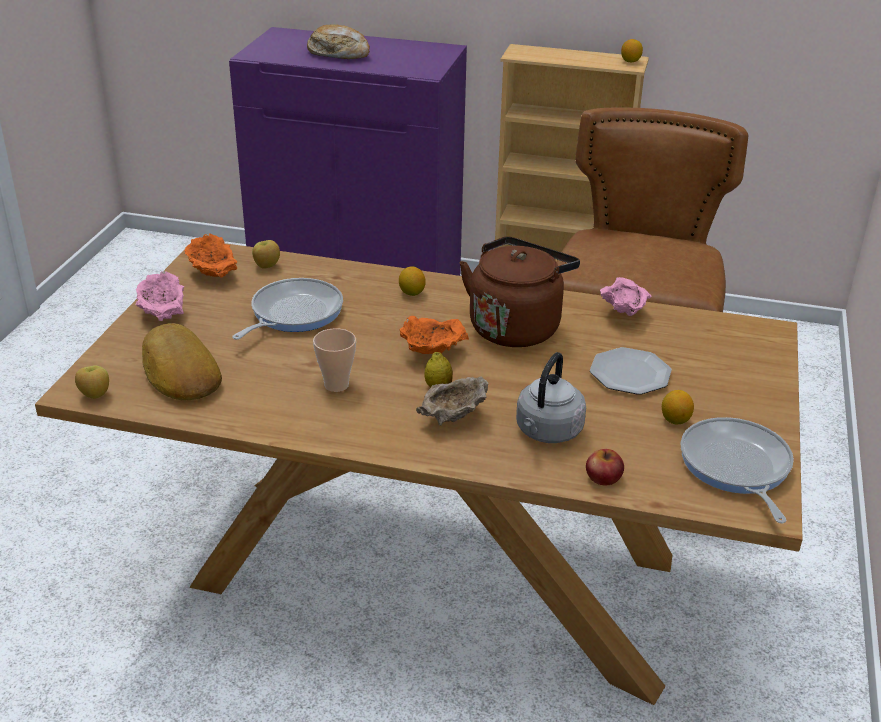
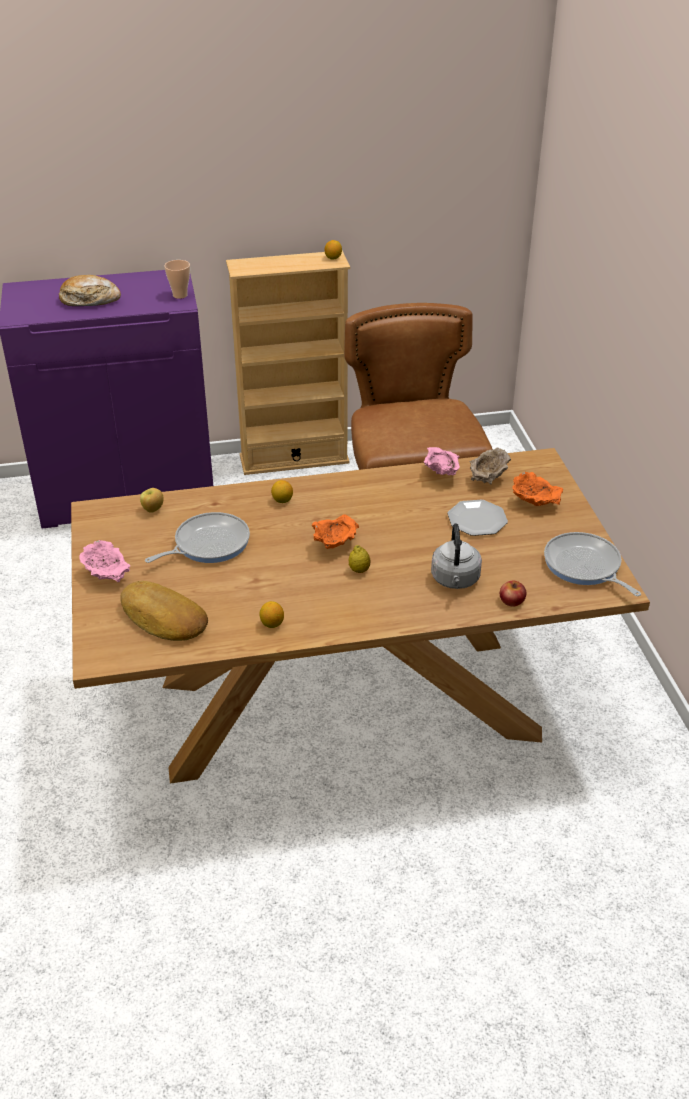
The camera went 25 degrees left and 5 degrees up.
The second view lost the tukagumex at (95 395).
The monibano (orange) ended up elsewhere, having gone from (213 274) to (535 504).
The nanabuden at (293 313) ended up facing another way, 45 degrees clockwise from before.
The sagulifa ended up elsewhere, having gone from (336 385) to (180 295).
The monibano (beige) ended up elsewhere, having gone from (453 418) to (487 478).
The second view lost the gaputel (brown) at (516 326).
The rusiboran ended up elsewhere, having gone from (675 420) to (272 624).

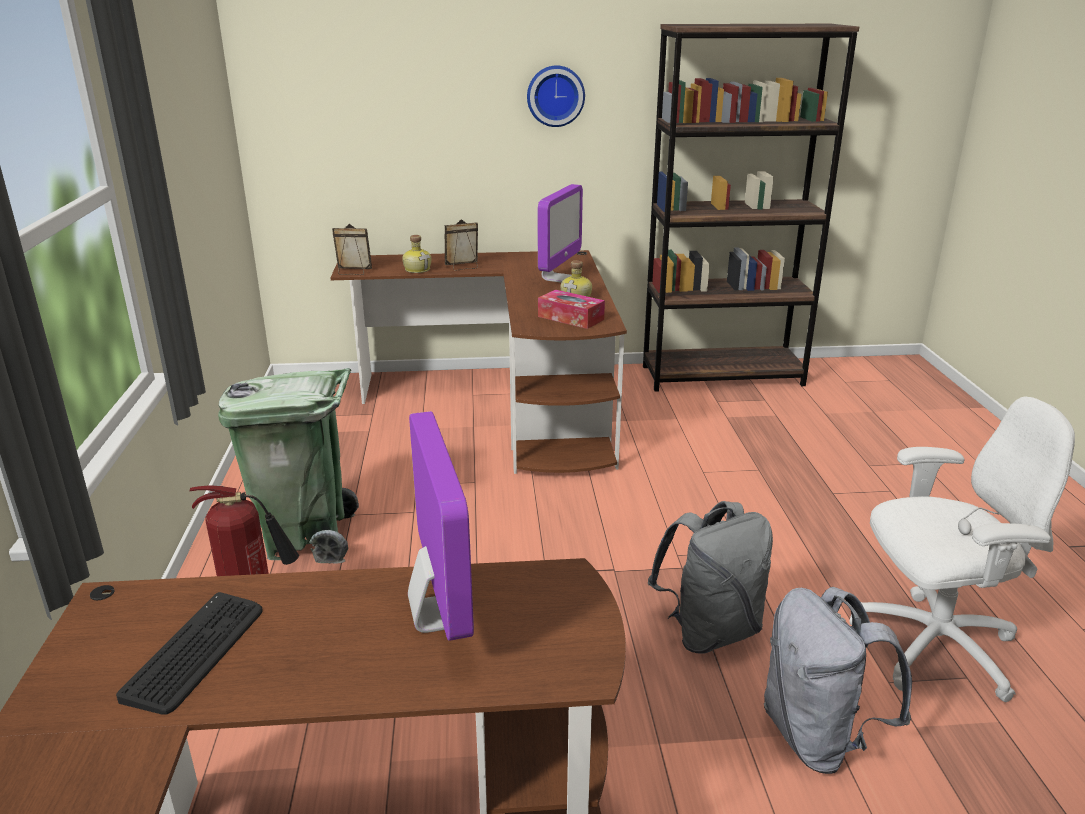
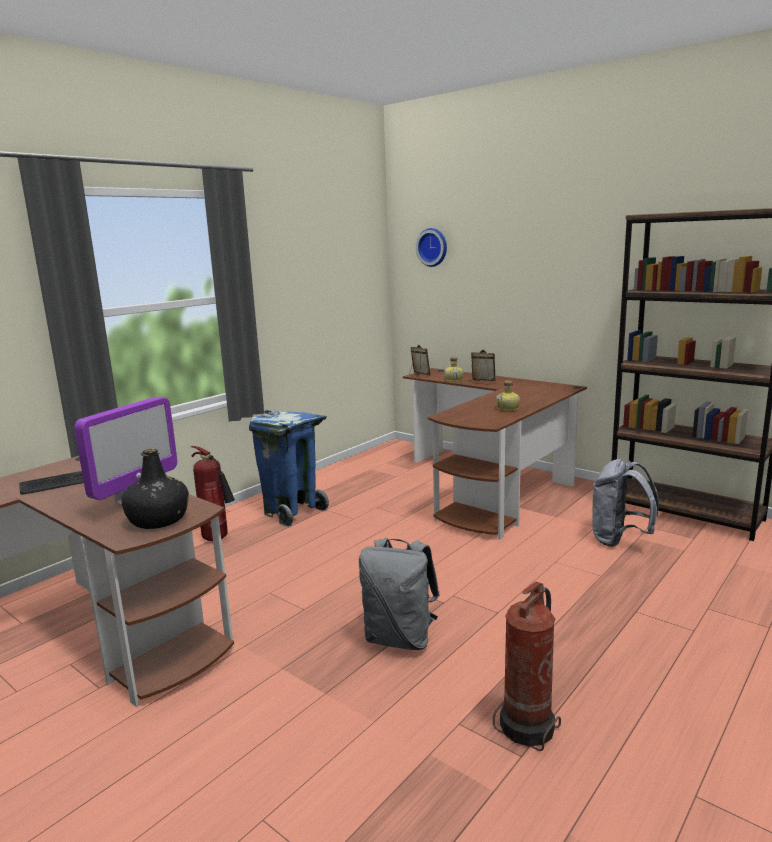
The camera went 45 degrees right and 10 degrees down.
What was the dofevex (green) at (307 538) turned into the dofevex (blue) at (292 512).
The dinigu ended up elsewhere, having gone from (555 96) to (433 247).
The second view lost the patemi at (557 278).
The second view lost the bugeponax at (571 318).
The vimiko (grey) ended up elsewhere, having gone from (818 738) to (619 540).
Where the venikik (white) stood at (932 647), the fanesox came to stand at (529 726).
The second view gained the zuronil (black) at (159 520).

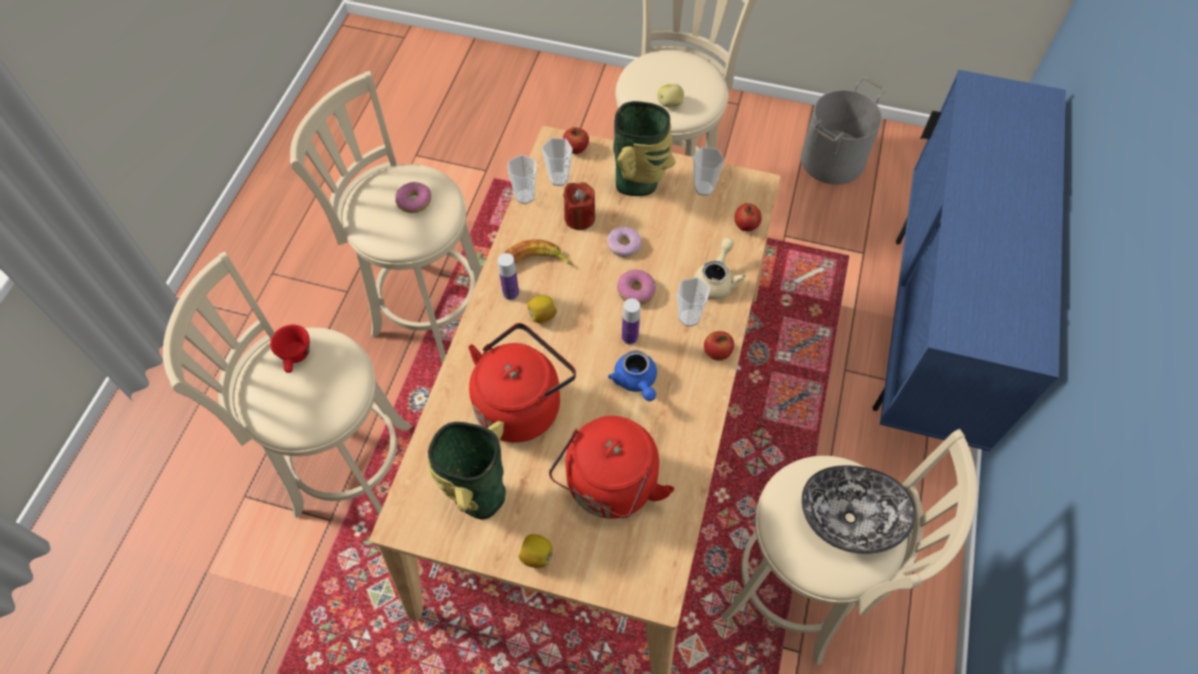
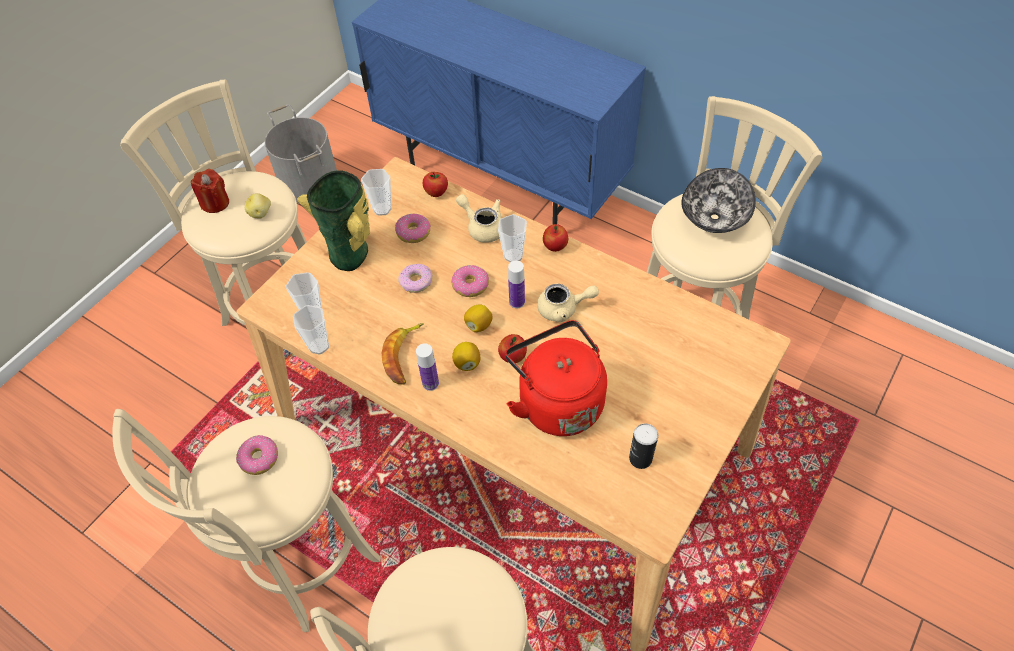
The camera went 70 degrees left and 5 degrees down.
The second view lost the sagulifa (red) at (296 357).
Where the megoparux stood at (476 494), the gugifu came to stand at (640 458).
The rusiboran ended up elsewhere, having gone from (536 555) to (478 325).
The second view lost the gaputel (red) at (609 488).
The tukagumex ended up elsewhere, having gone from (576 149) to (512 357).
The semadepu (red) ended up elsewhere, having gone from (579 218) to (215 203).
What was the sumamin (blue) at (636 381) turned into the sumamin (beige) at (563 309).
The second view gained the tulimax at (413 232).

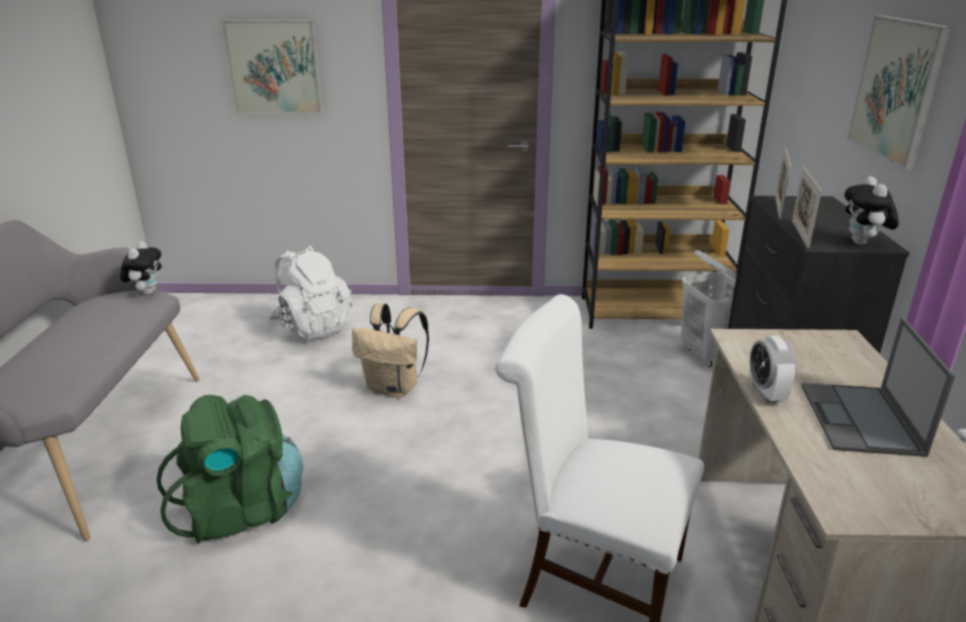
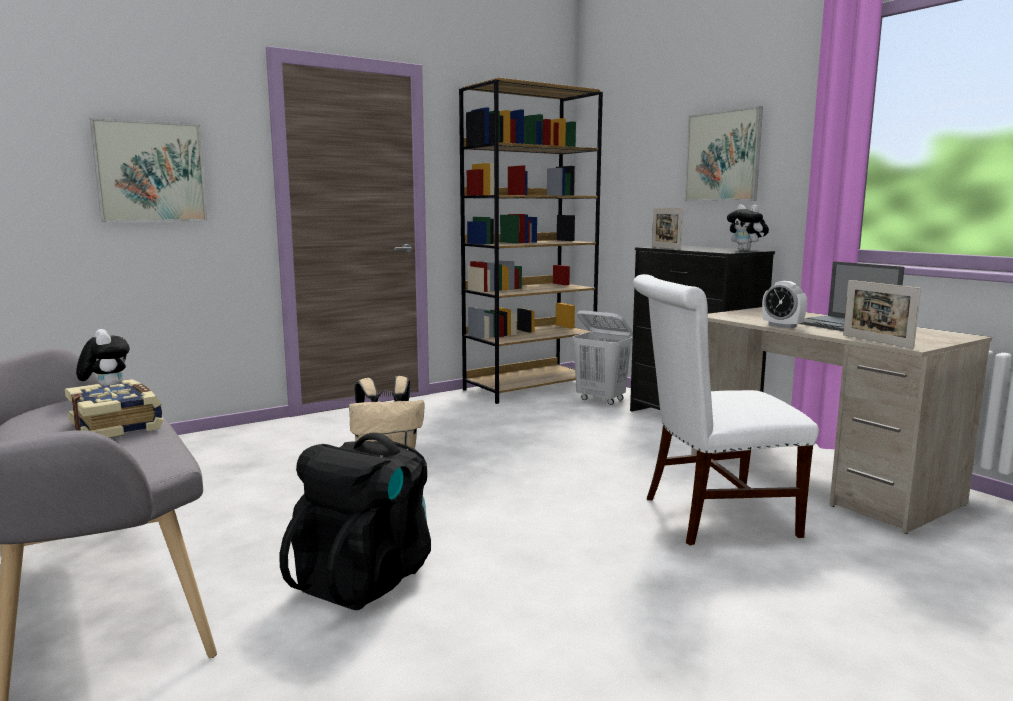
The camera went 35 degrees left and 15 degrees down.
What was the vimiko (green) at (242 510) turned into the vimiko (black) at (366 577).
The second view lost the vimiko (white) at (312 327).
The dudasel ended up elsewhere, having gone from (800 234) to (876 341).
The second view gained the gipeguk at (118 425).

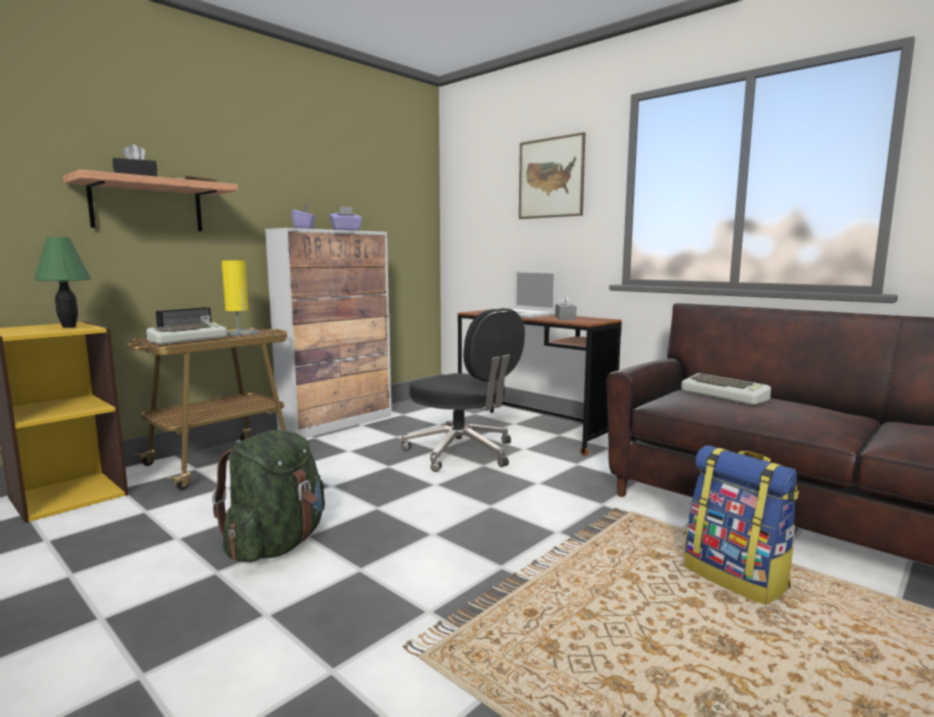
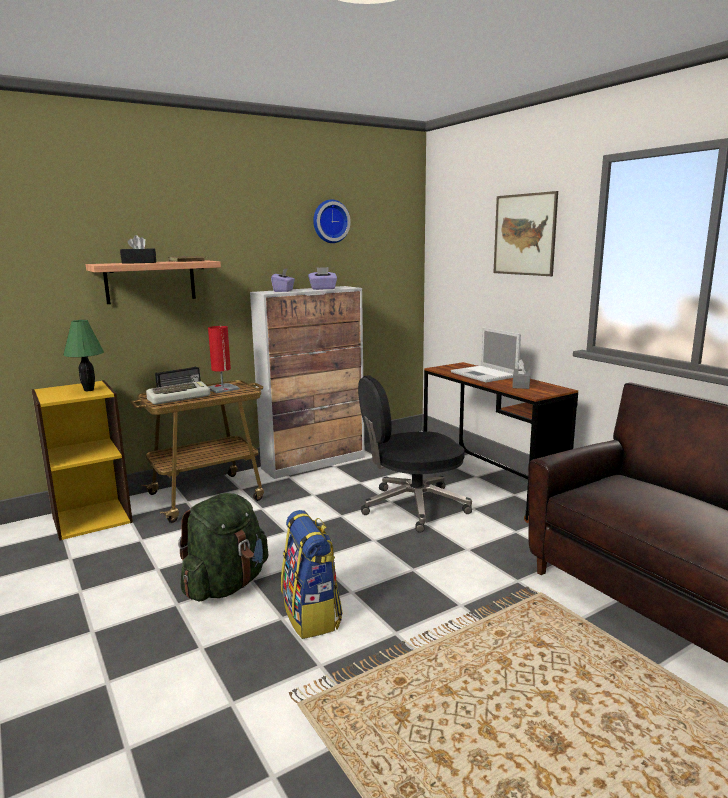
The camera went 15 degrees right and 5 degrees up.
What was the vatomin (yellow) at (238 333) turned into the vatomin (red) at (222 389).
The venikik (black) at (462 452) ended up facing another way, 105 degrees clockwise from before.
The second view lost the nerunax at (725 395).
The vimiko ended up elsewhere, having gone from (736 577) to (312 615).
The second view gained the dinigu at (330 221).

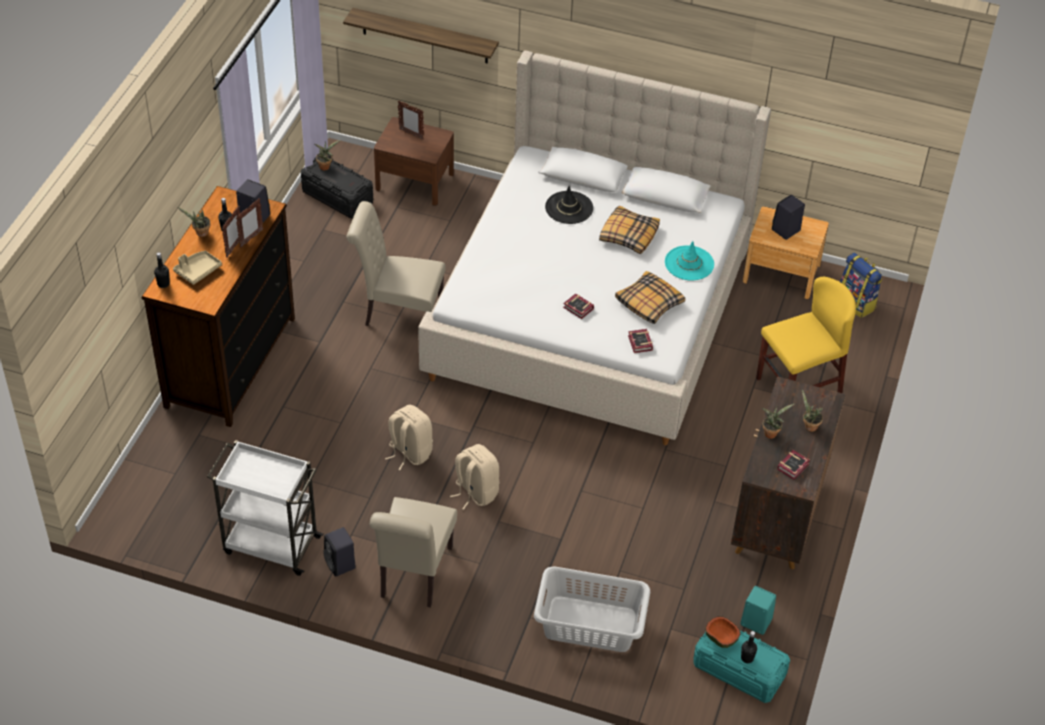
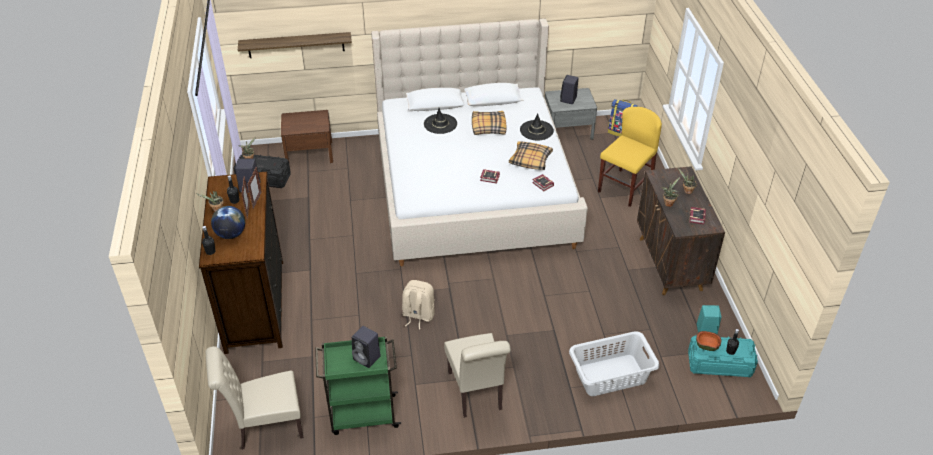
The camera went 25 degrees left and 5 degrees down.
Where the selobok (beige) stood at (197 271), the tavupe came to stand at (231 234).
What was the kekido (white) at (270 544) turned into the kekido (green) at (362 415).
The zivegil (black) ended up elsewhere, having gone from (341 564) to (367 358).
The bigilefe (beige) ended up elsewhere, having gone from (398 314) to (265 427).
The second view lost the dudasel at (411 134).
The second view lost the vimiko (beige) at (475 492).
What was the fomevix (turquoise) at (689 263) turned into the fomevix (black) at (536 130).
What was the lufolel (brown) at (781 273) turned into the lufolel (grey) at (568 130).

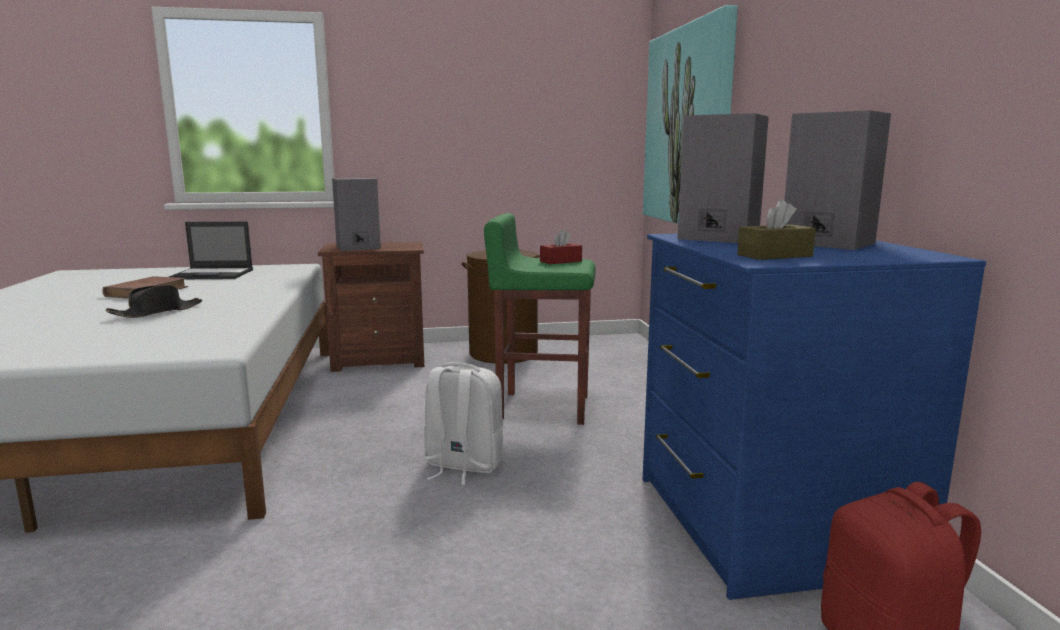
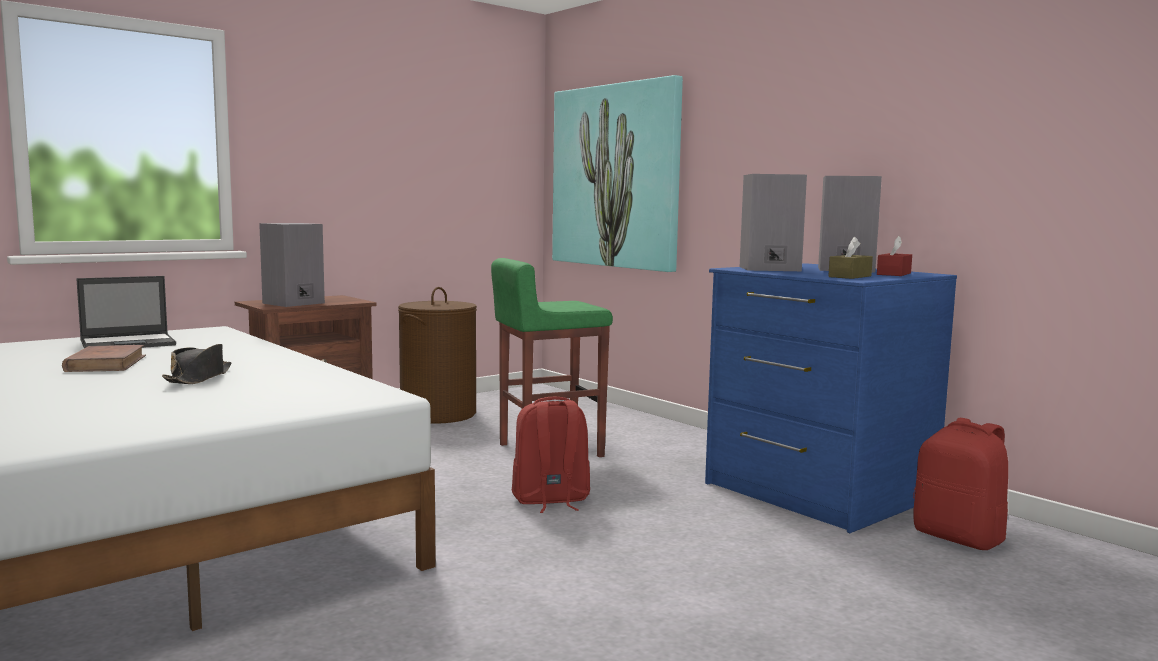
The camera went 30 degrees left and 5 degrees down.
What was the vimiko (white) at (462 466) turned into the vimiko (red) at (550 500).
The bugeponax (red) ended up elsewhere, having gone from (561 261) to (894 274).

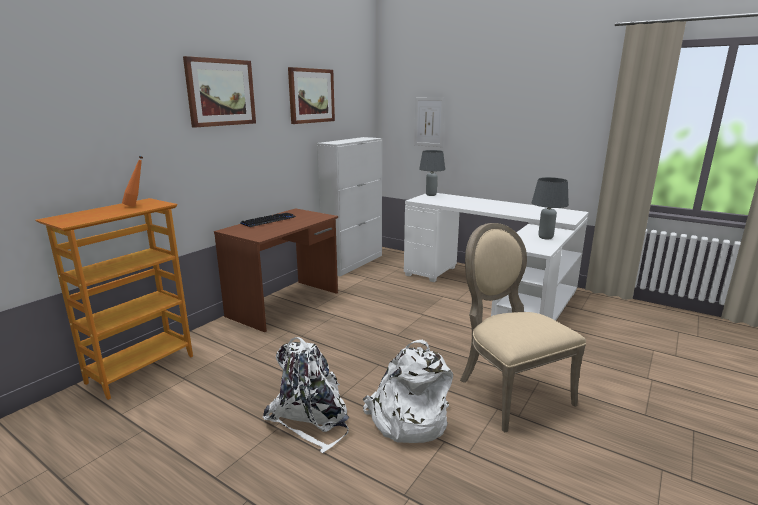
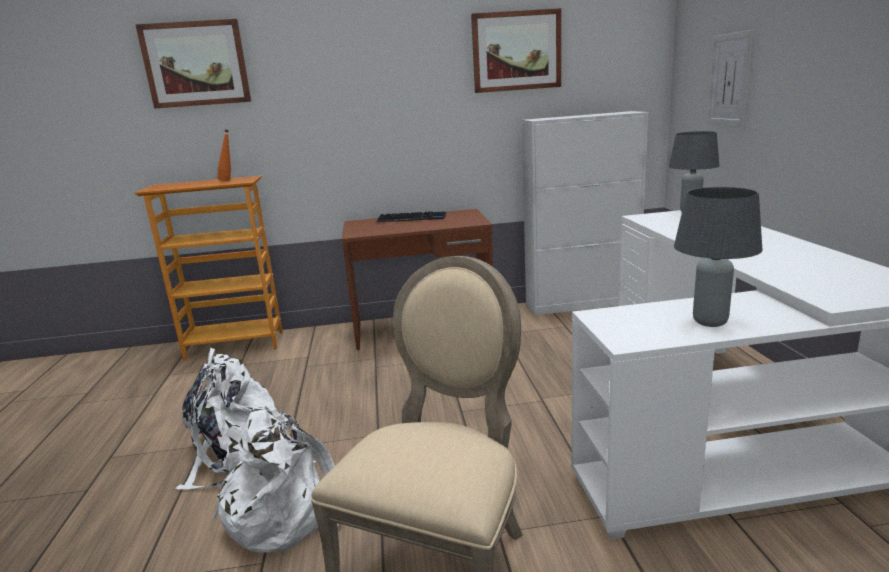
The camera went 50 degrees right and 0 degrees up.
The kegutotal ended up elsewhere, having gone from (221 92) to (196 64).

